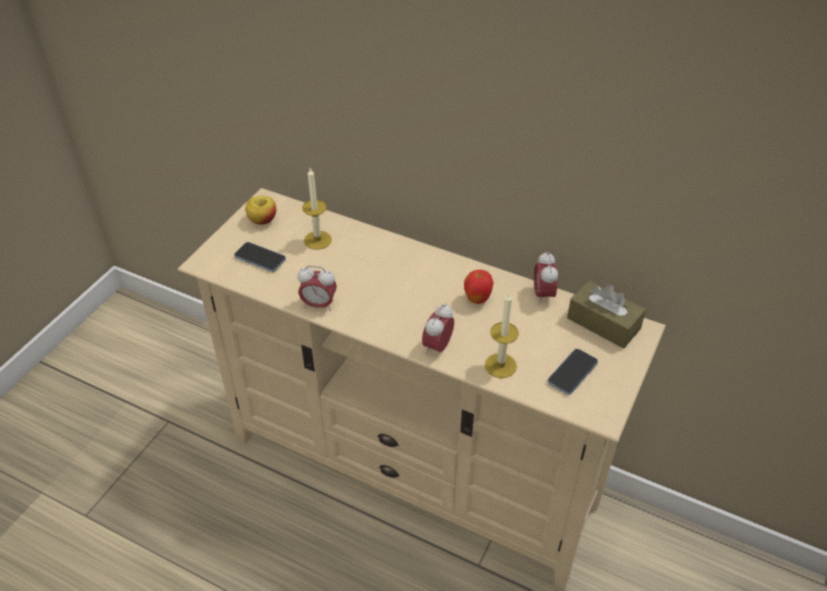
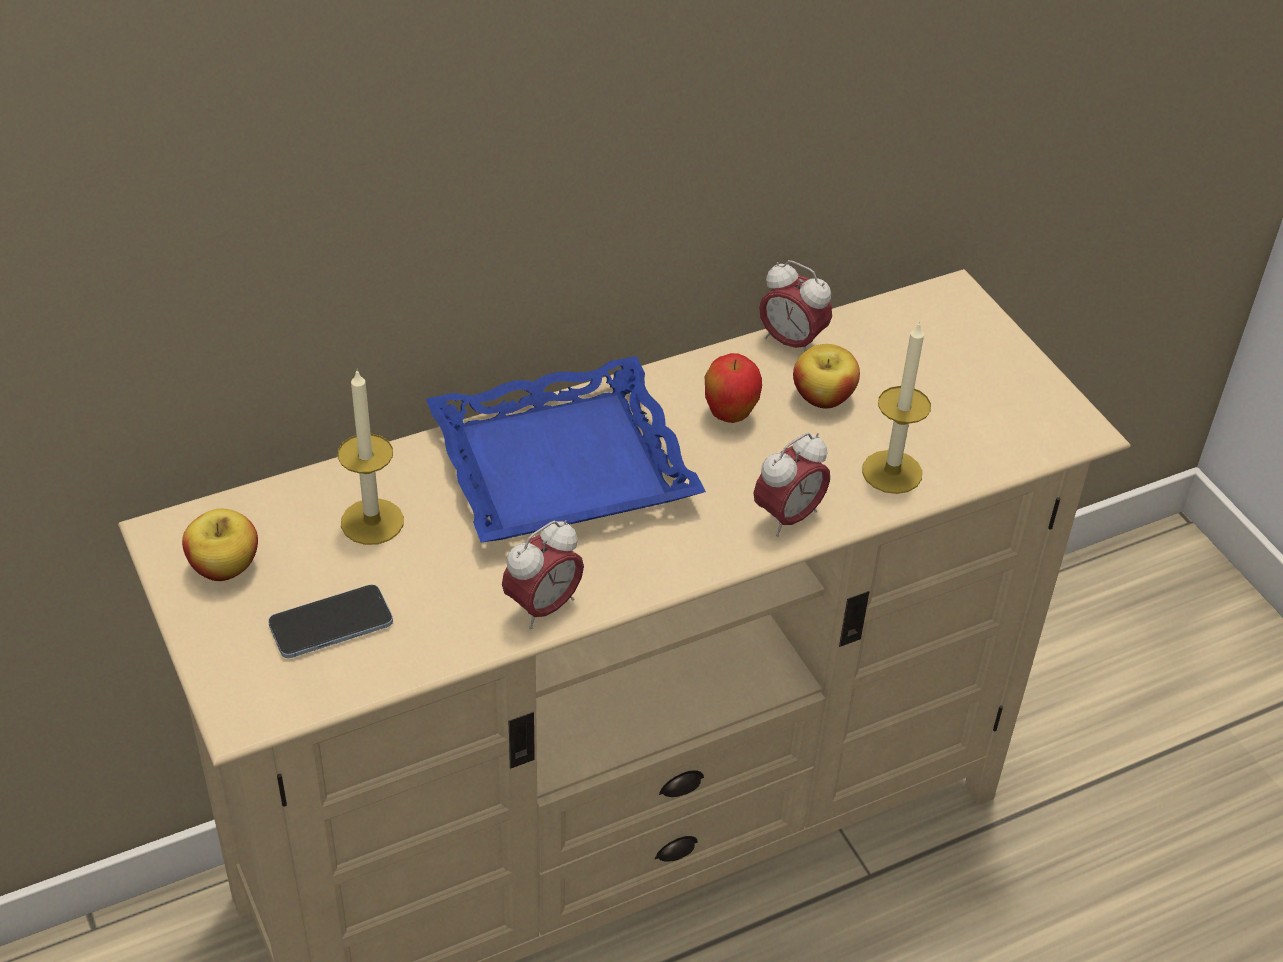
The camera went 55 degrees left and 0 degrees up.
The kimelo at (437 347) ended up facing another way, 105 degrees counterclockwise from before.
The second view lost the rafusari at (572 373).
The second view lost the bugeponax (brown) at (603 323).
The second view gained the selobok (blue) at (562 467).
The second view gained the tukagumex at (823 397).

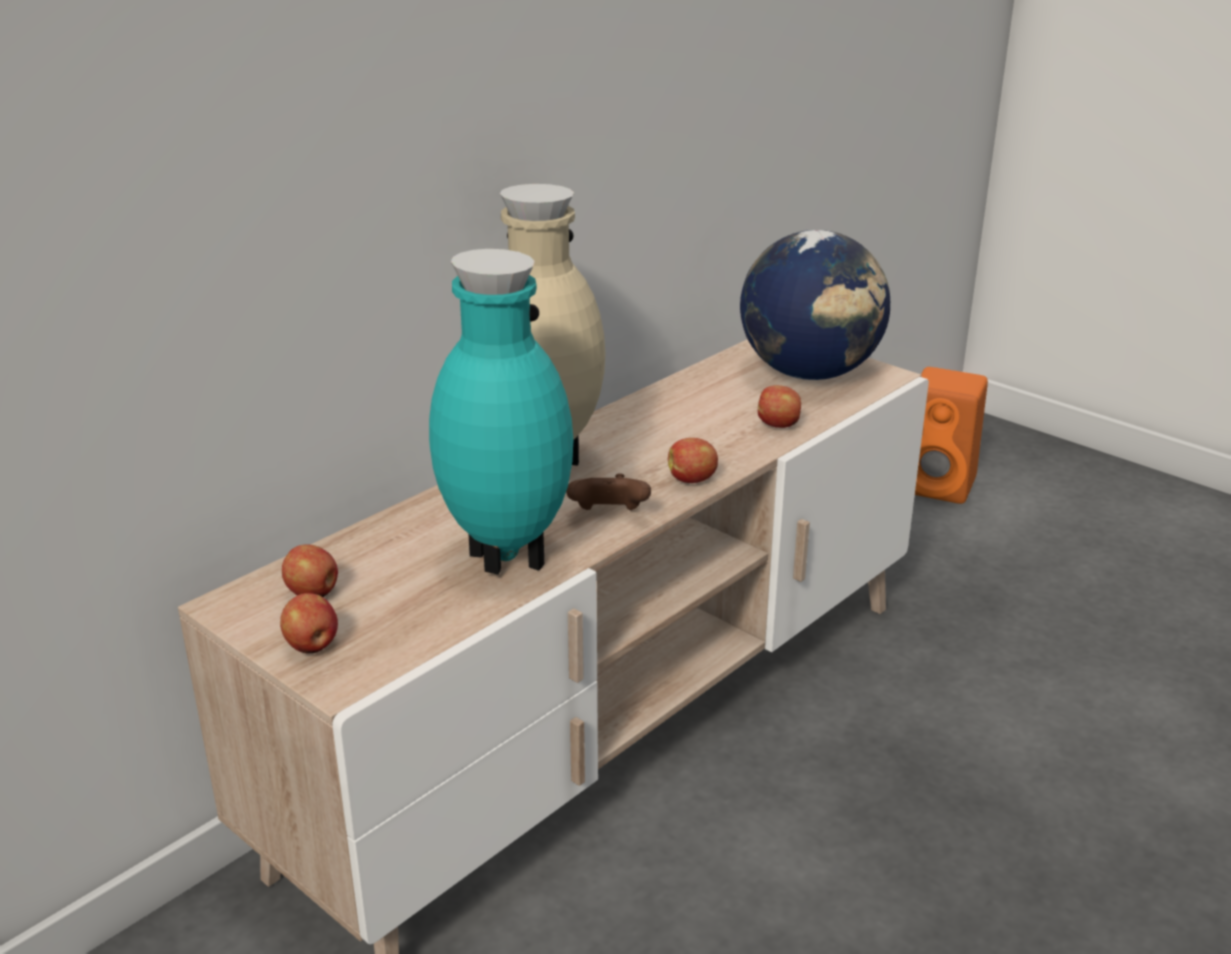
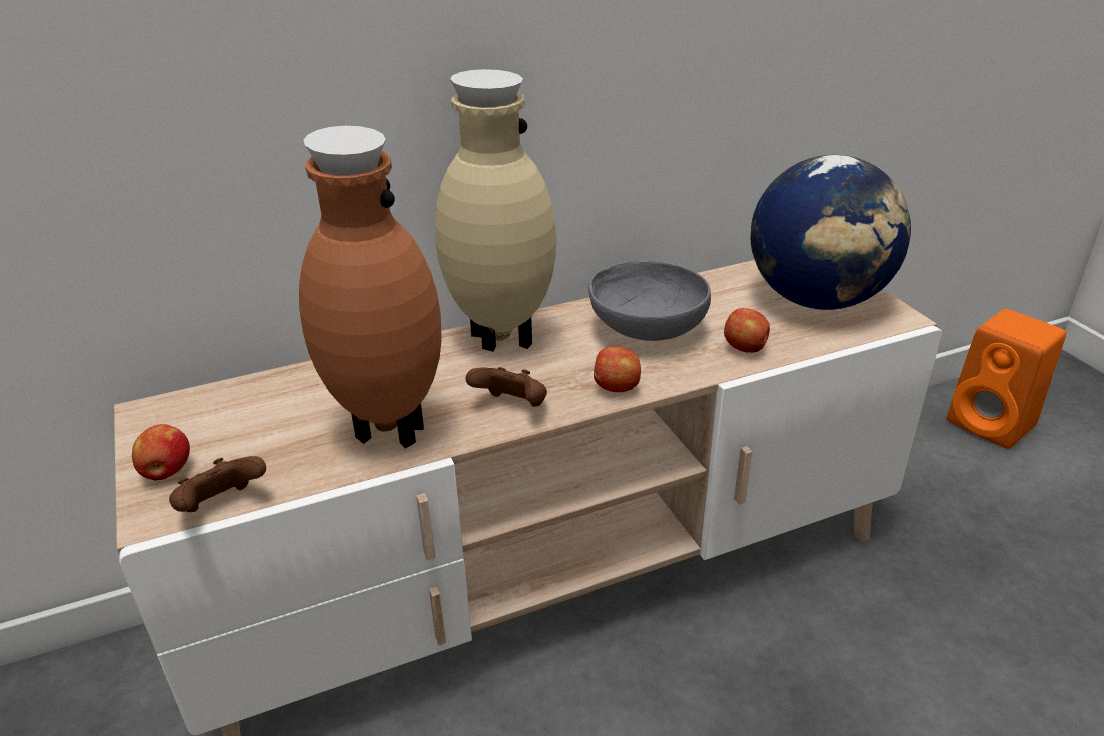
The camera went 25 degrees right and 5 degrees up.
The second view lost the tukagumex at (313 593).
What was the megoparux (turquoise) at (505 561) turned into the megoparux (brown) at (385 430).
The second view gained the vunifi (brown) at (222 506).
The second view gained the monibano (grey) at (646 331).

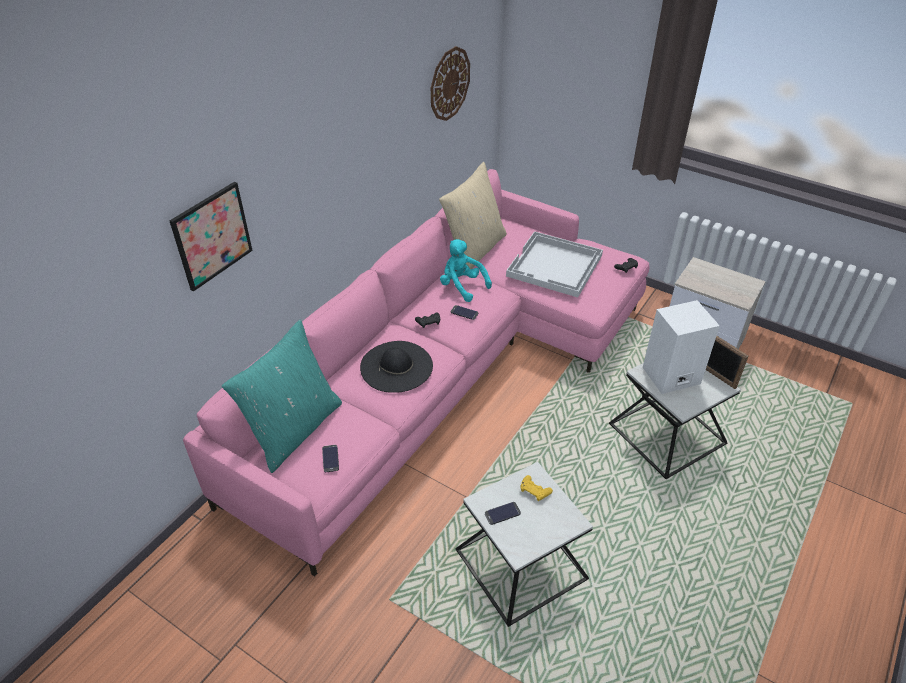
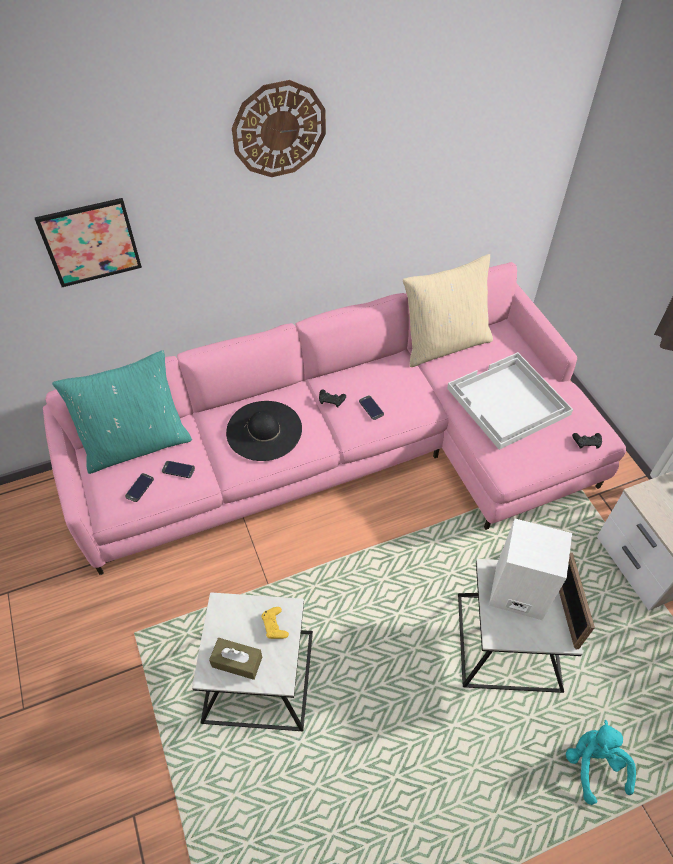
The camera went 35 degrees right and 10 degrees up.
The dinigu ended up elsewhere, having gone from (449 84) to (279 129).
The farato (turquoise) ended up elsewhere, having gone from (462 286) to (593 765).
The rafusari ended up elsewhere, having gone from (502 513) to (178 469).
The second view gained the bugeponax (brown) at (237 662).

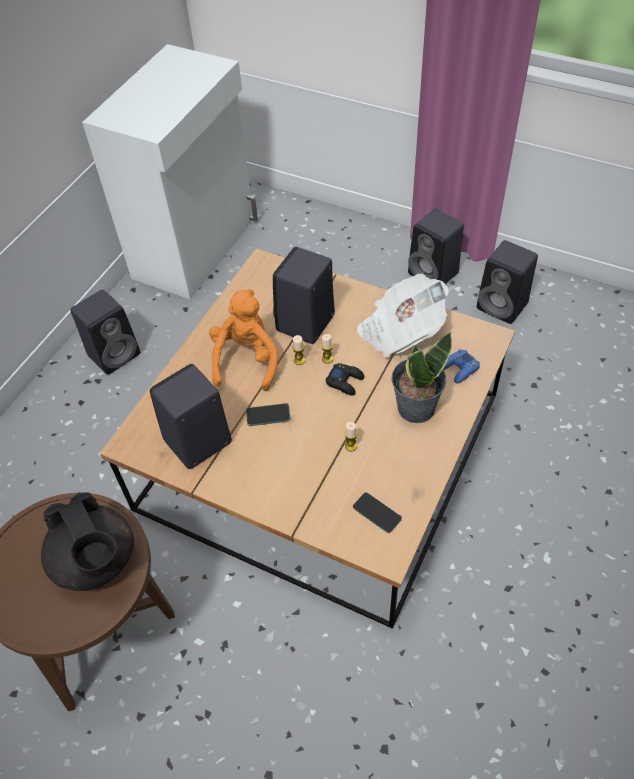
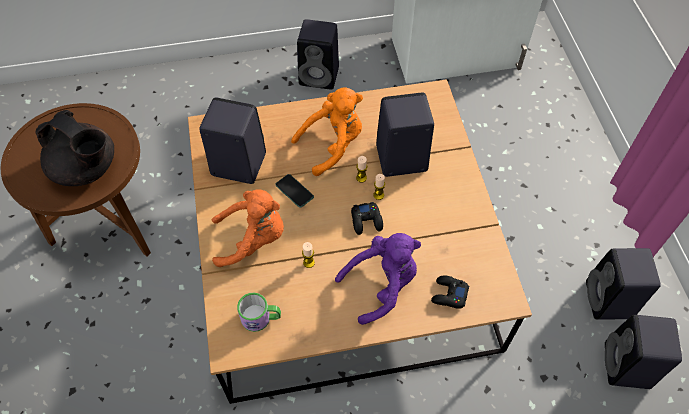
The camera went 50 degrees right and 5 degrees up.
The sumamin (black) at (96 561) ended up facing another way, 75 degrees counterclockwise from before.
Where the rafusari stood at (377 513), the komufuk came to stand at (261 318).
The second view lost the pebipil at (400 330).
Where the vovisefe stood at (415 407), the farato (purple) came to stand at (382 285).
The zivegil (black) ended up elsewhere, having gone from (434 274) to (627 367).
What was the vunifi (blue) at (459 369) turned into the vunifi (black) at (449 294).
The second view gained the farato (orange) at (253 239).

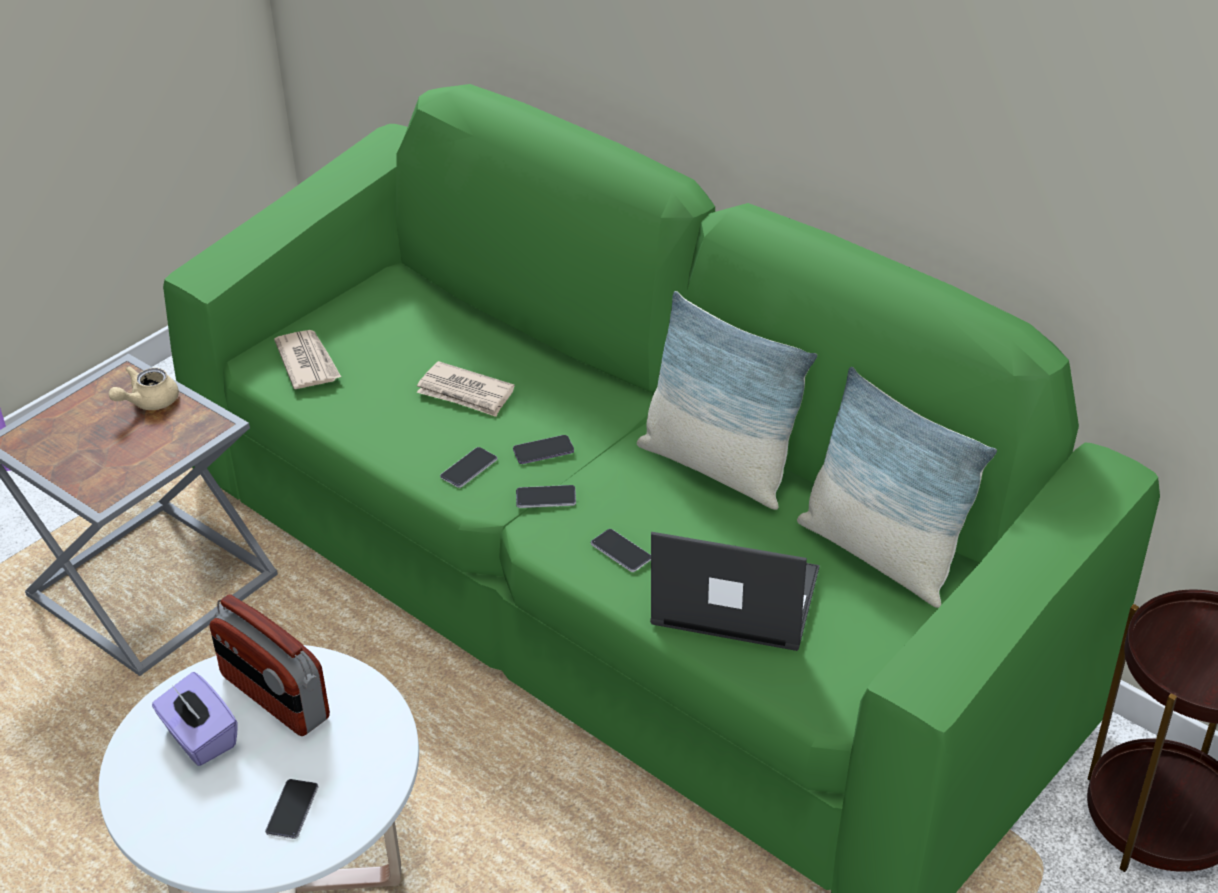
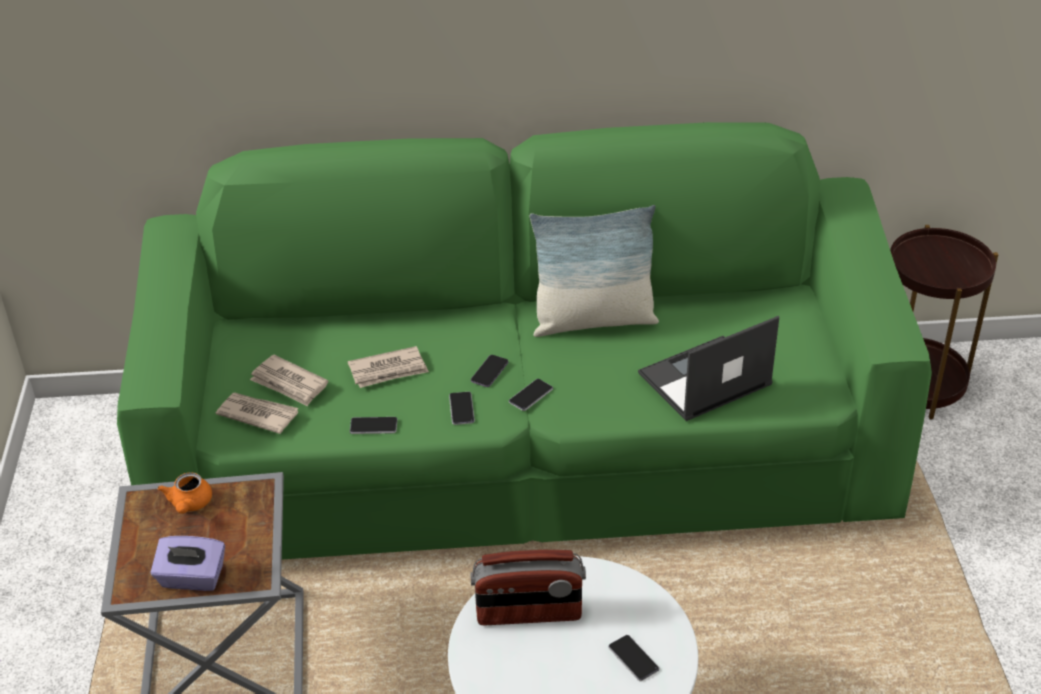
The camera went 45 degrees left and 0 degrees up.
What was the sumamin (beige) at (148 402) turned into the sumamin (orange) at (189 504).
The bugeponax (purple) ended up elsewhere, having gone from (199 738) to (192 578).
The rafusari ended up elsewhere, having gone from (621 551) to (373 426).
The second view lost the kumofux at (880 554).
The second view gained the pebipil at (289 383).

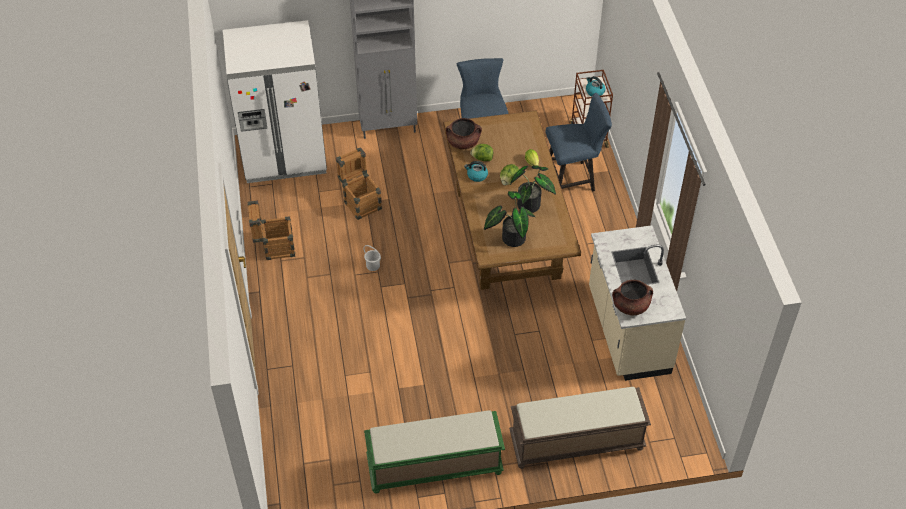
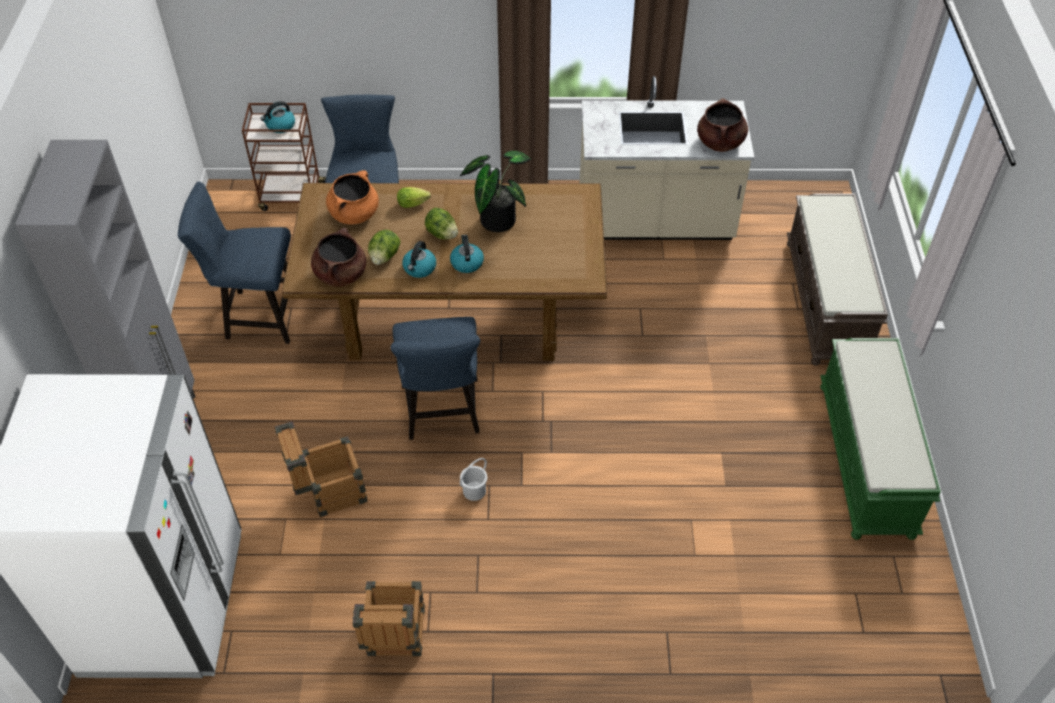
The camera went 80 degrees left and 0 degrees up.
The second view lost the vovisefe at (510 237).
The second view gained the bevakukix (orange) at (354 214).
The second view gained the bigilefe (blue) at (442 414).
The second view gained the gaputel at (466 263).

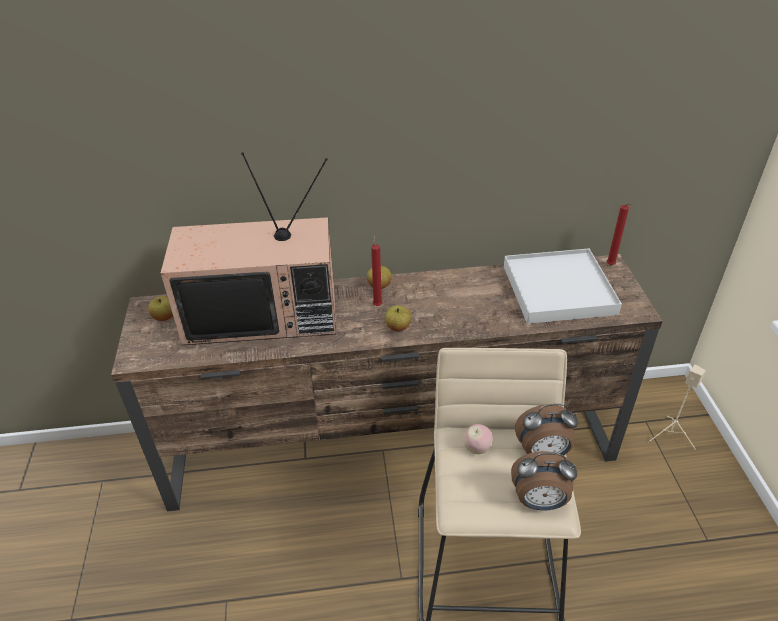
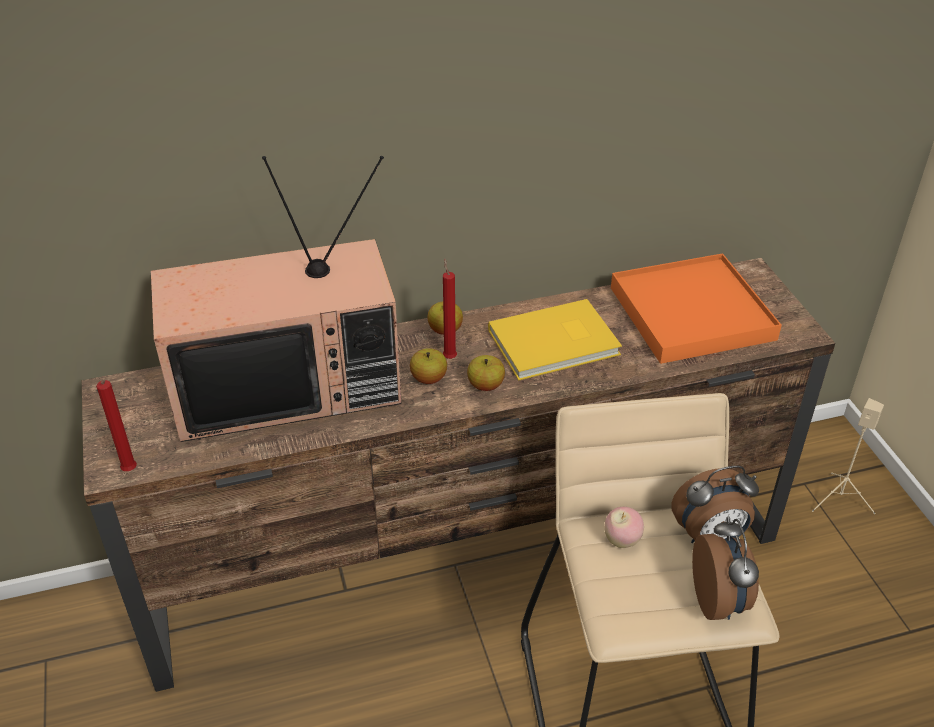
The camera went 10 degrees left and 0 degrees up.
The tukagumex ended up elsewhere, having gone from (164 317) to (428 378).
What was the selobok (white) at (558 290) turned into the selobok (orange) at (691 314).
The kimelo at (539 502) ended up facing another way, 90 degrees counterclockwise from before.
The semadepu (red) ended up elsewhere, having gone from (611 266) to (129 472).
The second view gained the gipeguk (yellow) at (556 344).

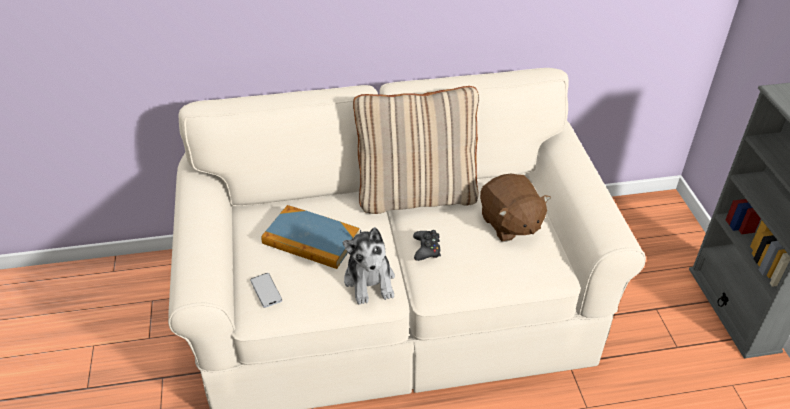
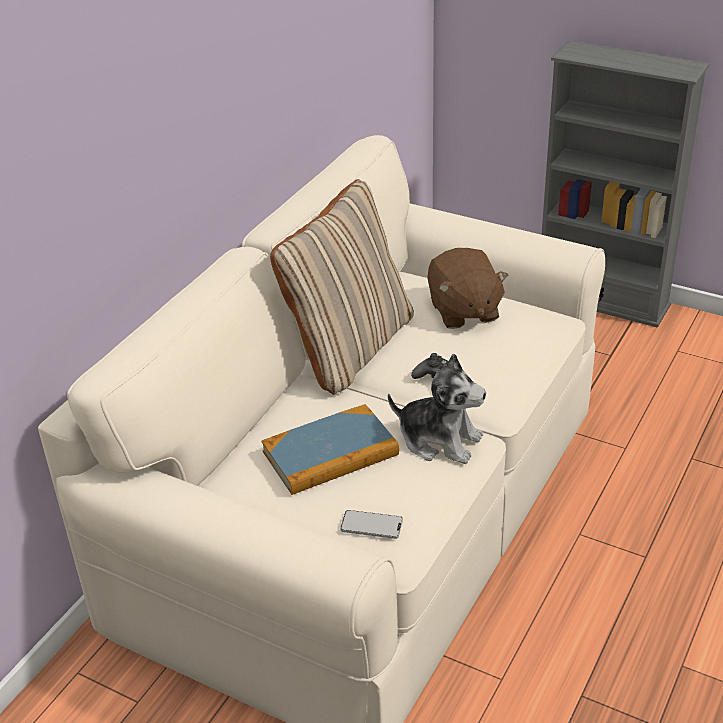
The camera went 50 degrees left and 5 degrees down.
The farato (brown) at (510 224) ended up facing another way, 60 degrees clockwise from before.

